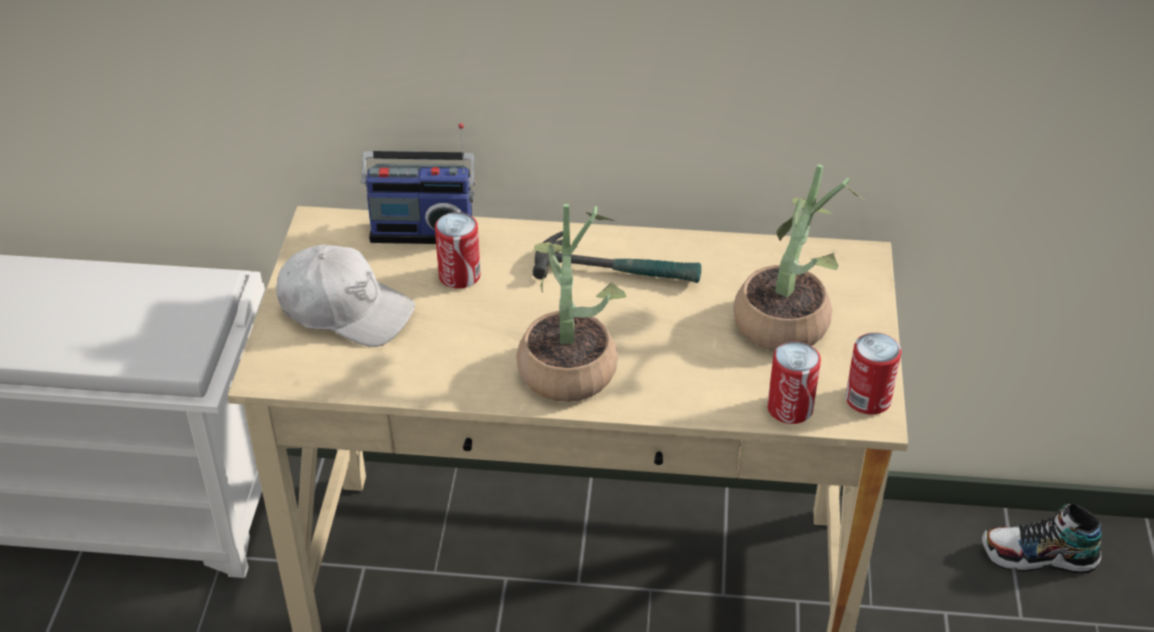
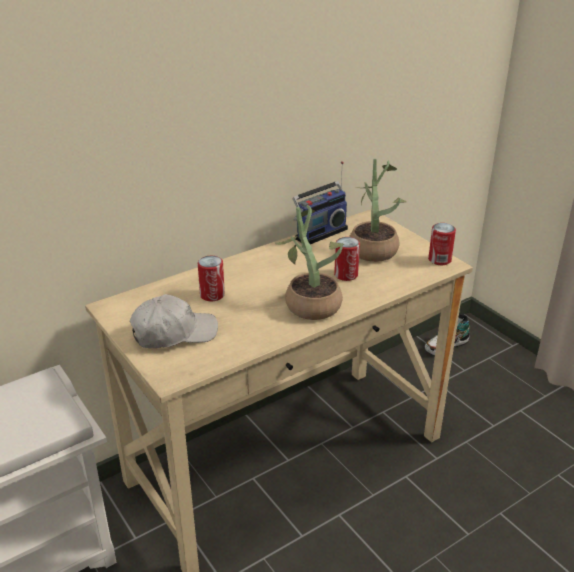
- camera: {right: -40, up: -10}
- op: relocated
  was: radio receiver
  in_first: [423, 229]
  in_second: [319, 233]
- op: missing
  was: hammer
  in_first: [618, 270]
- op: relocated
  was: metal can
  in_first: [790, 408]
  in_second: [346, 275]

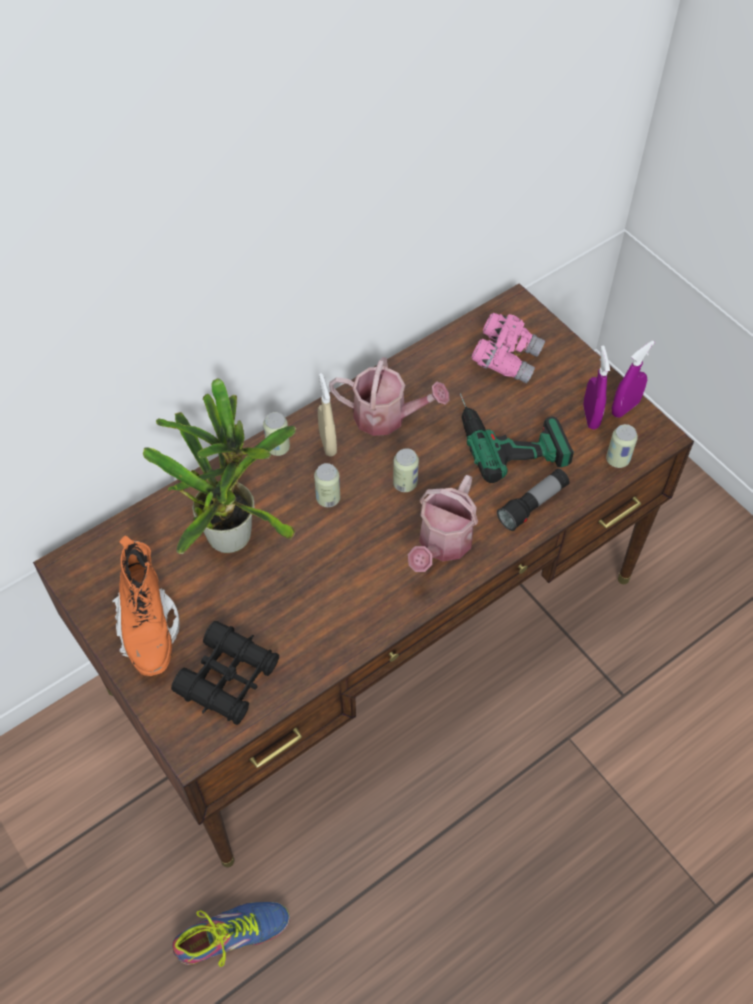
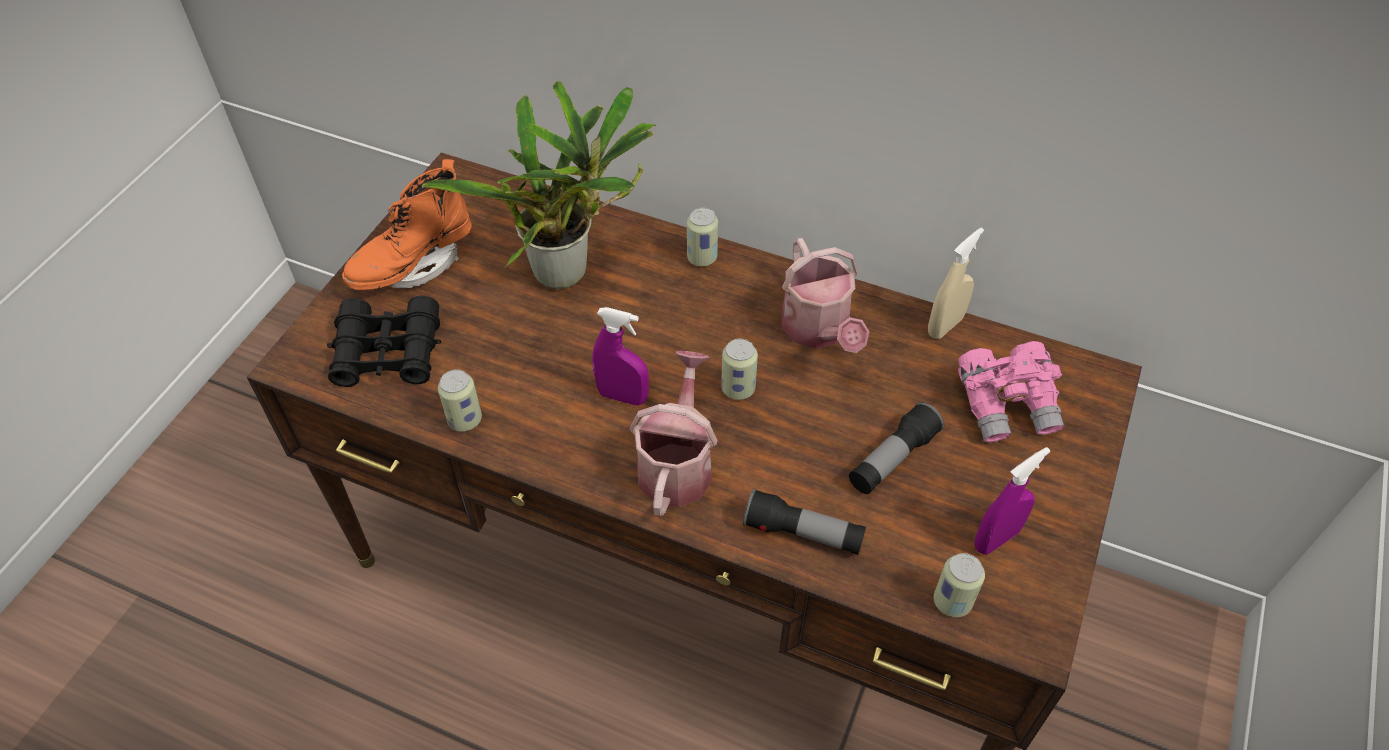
- camera: {right: 60, up: -5}
- op: relocated
  was: purple-coloured sprayer
  in_first: [625, 408]
  in_second: [622, 396]
- op: relocated
  was: beige-coloured sprayer
  in_first: [328, 443]
  in_second: [945, 326]
- op: exchanged
  was: power drill
  now: torch
  in_first: [508, 434]
  in_second: [892, 459]
- op: relocated
  was: metal can
  in_first: [328, 498]
  in_second: [465, 420]
- op: spun
  was: sprinkling can
  in_first: [442, 545]
  in_second: [677, 463]
  clockwise: 105
- op: missing
  was: item of footwear
  in_first: [232, 934]

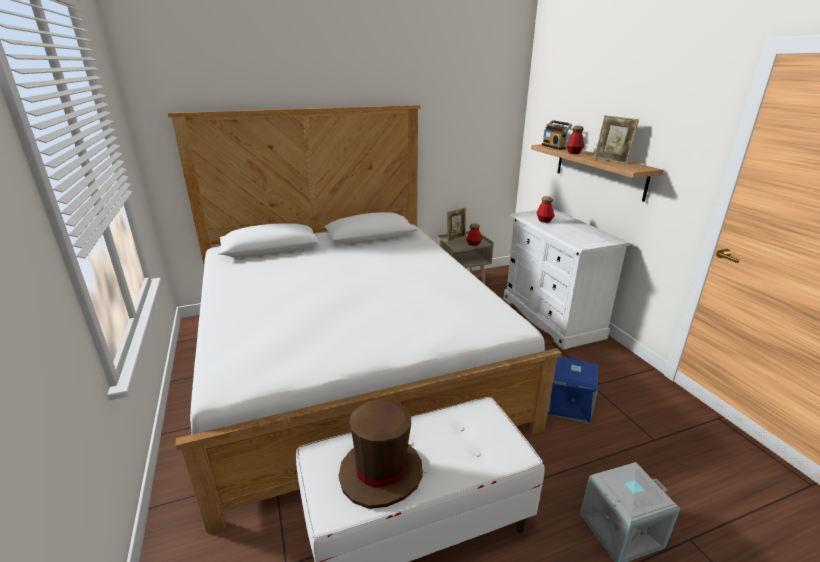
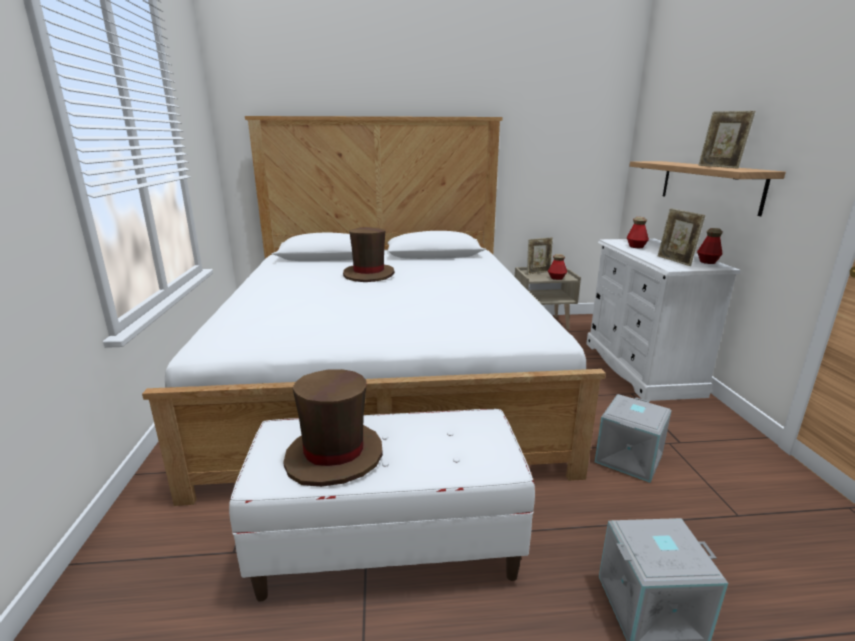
- camera: {right: 15, up: -5}
- op: missing
  was: radio receiver
  in_first: [554, 147]
- op: relocated
  was: beverage bottle
  in_first: [573, 153]
  in_second: [707, 262]
- op: colour
  was: blue-coloured storage box
  now: gray storage box
  in_first: [569, 405]
  in_second: [629, 459]
- op: appeared
  now: picture frame
  in_second: [675, 261]
- op: appeared
  now: brown-coloured hat
  in_second: [369, 274]

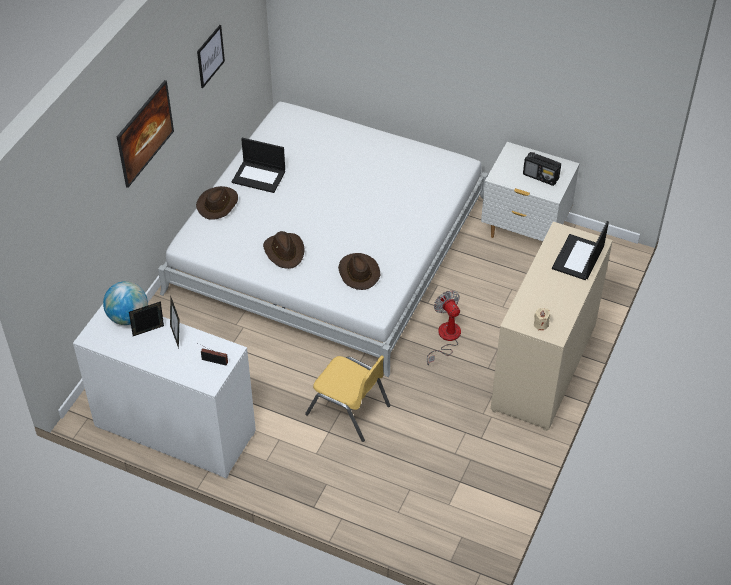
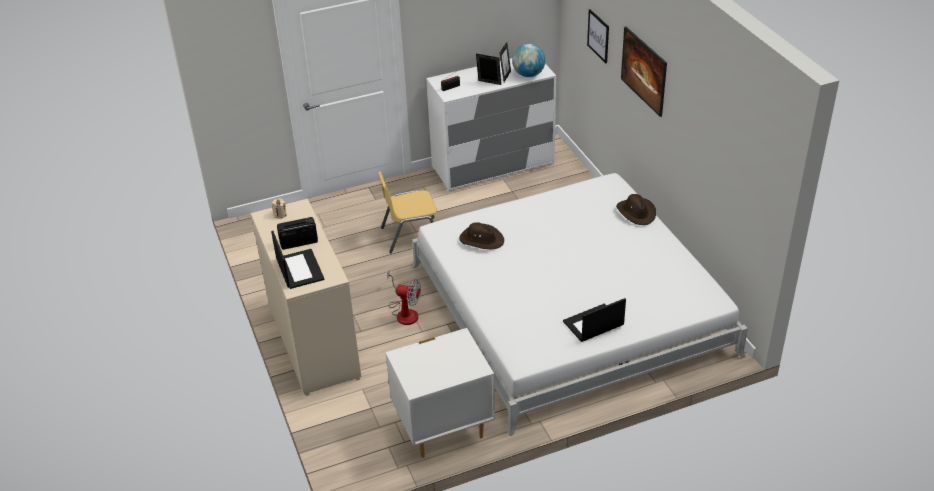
- camera: {right: 135, up: -10}
- op: relocated
  was: wall picture
  in_first: [210, 56]
  in_second: [598, 36]
- op: relocated
  was: portable computer
  in_first: [259, 176]
  in_second: [593, 324]
- op: relocated
  was: radio receiver
  in_first: [541, 177]
  in_second: [298, 242]
- op: missing
  was: brown-coloured hat
  in_first: [284, 251]

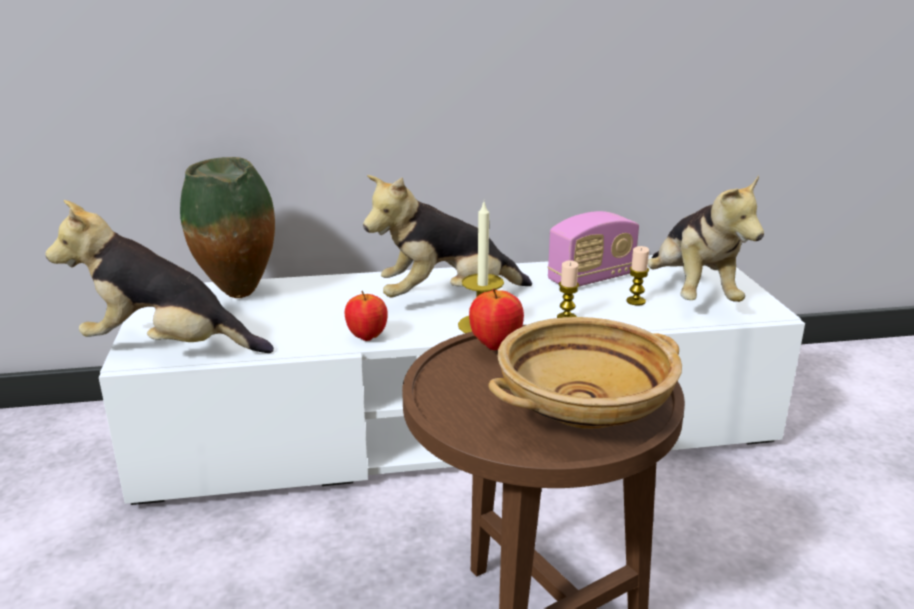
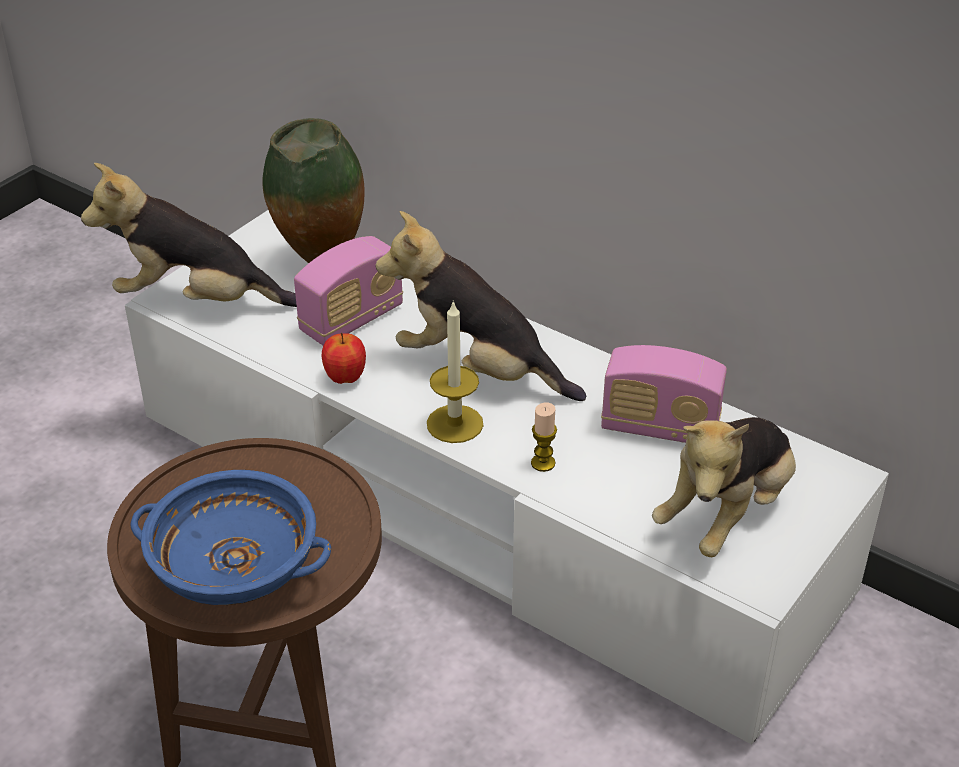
- camera: {right: 45, up: 15}
- op: spun
  was: plush toy
  in_first: [167, 348]
  in_second: [197, 300]
  clockwise: -45
- op: missing
  was: wax candle
  in_first: [635, 301]
- op: missing
  was: whole apple
  in_first: [495, 345]
- op: colour
  was: beige-coloured deep dish
  now: blue-coloured deep dish
  in_first: [584, 407]
  in_second: [233, 567]
- op: appeared
  now: radio receiver
  in_second: [352, 320]

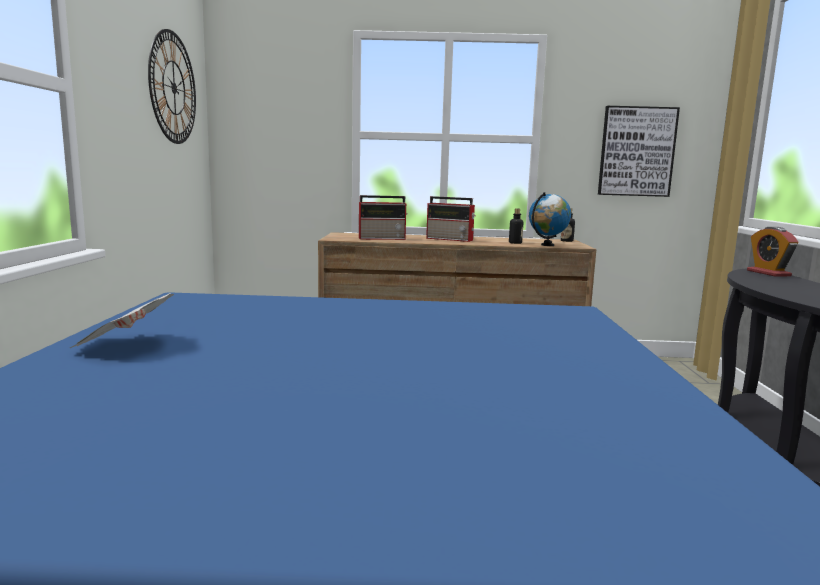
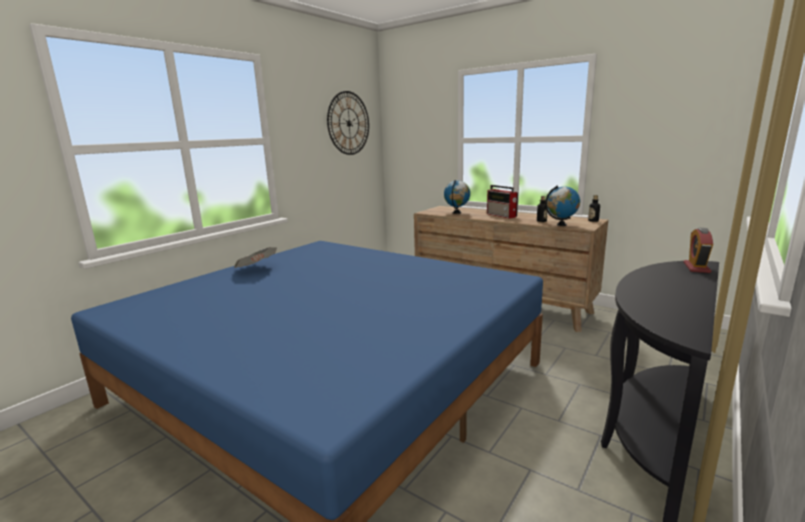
- camera: {right: 35, up: 5}
- op: missing
  was: wall picture
  in_first: [636, 152]
- op: exchanged
  was: radio receiver
  now: globe
  in_first: [383, 238]
  in_second: [457, 213]

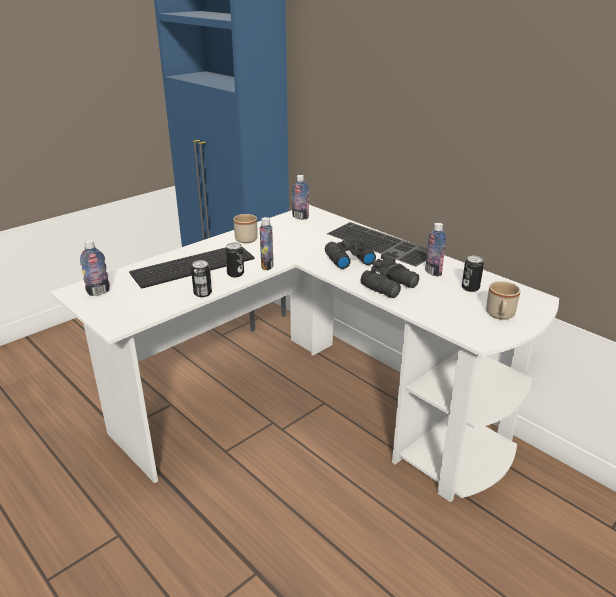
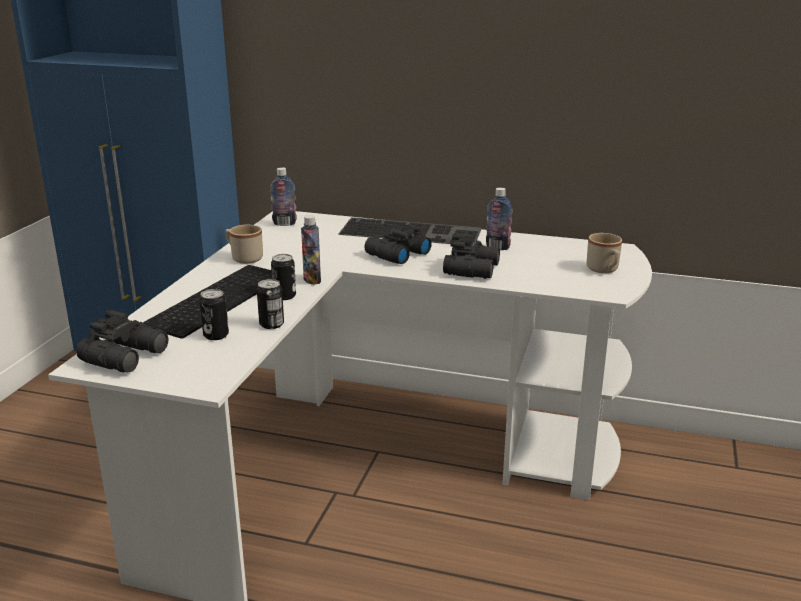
- camera: {right: -30, up: -5}
- op: exchanged
  was: beverage bottle
  now: black-coloured binoculars
  in_first: [98, 292]
  in_second: [127, 356]
- op: relocated
  was: metal can
  in_first: [470, 288]
  in_second: [216, 335]

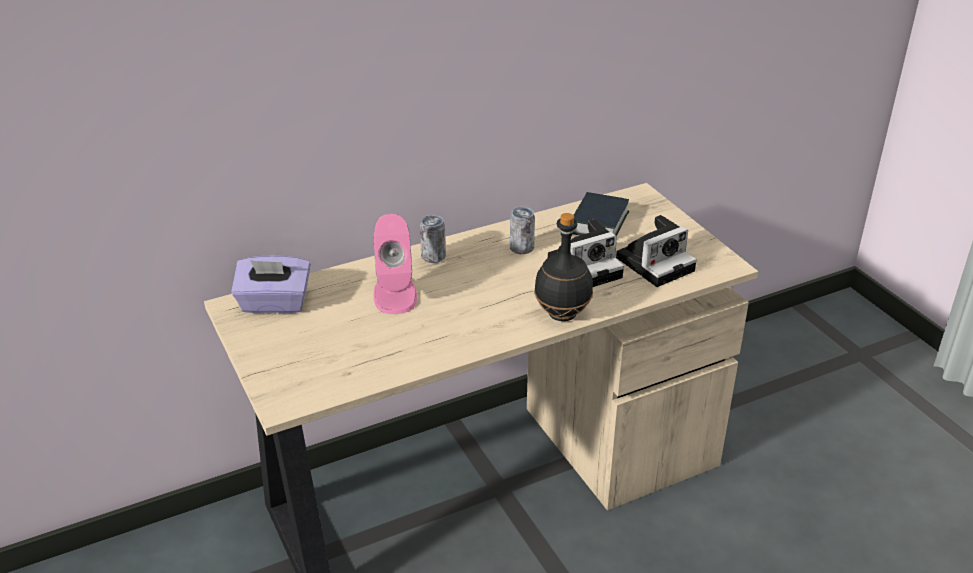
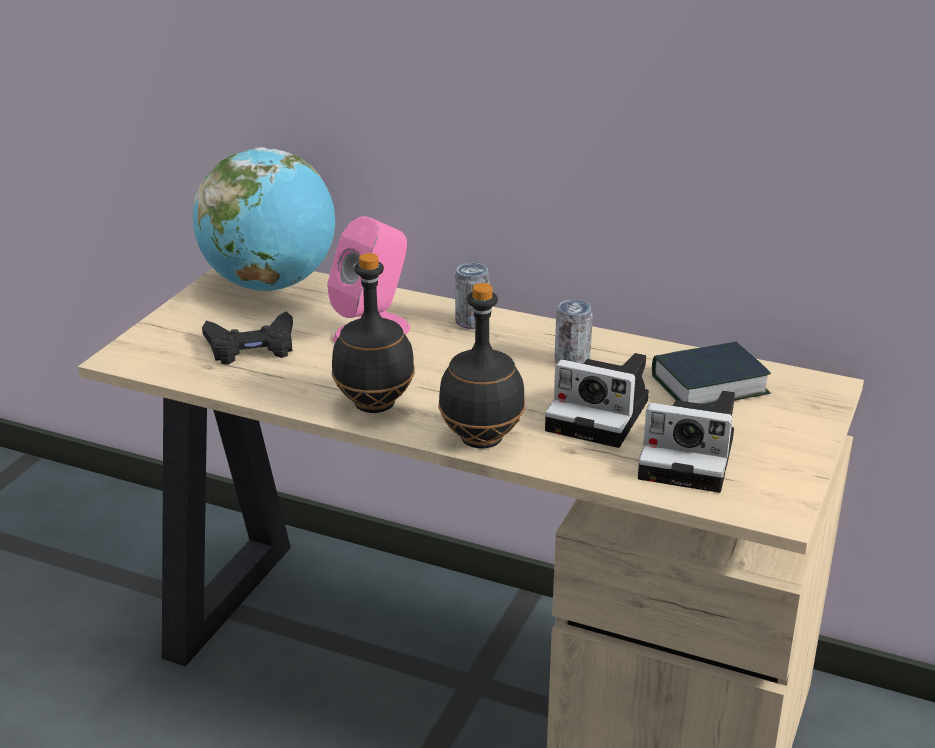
- camera: {right: 50, up: -5}
- op: exchanged
  was: purple-coloured tissue holder
  now: globe
  in_first: [274, 304]
  in_second: [270, 284]
- op: appeared
  now: black-coloured beverage bottle
  in_second: [373, 405]
- op: appeared
  now: black-coloured joypad
  in_second: [251, 346]

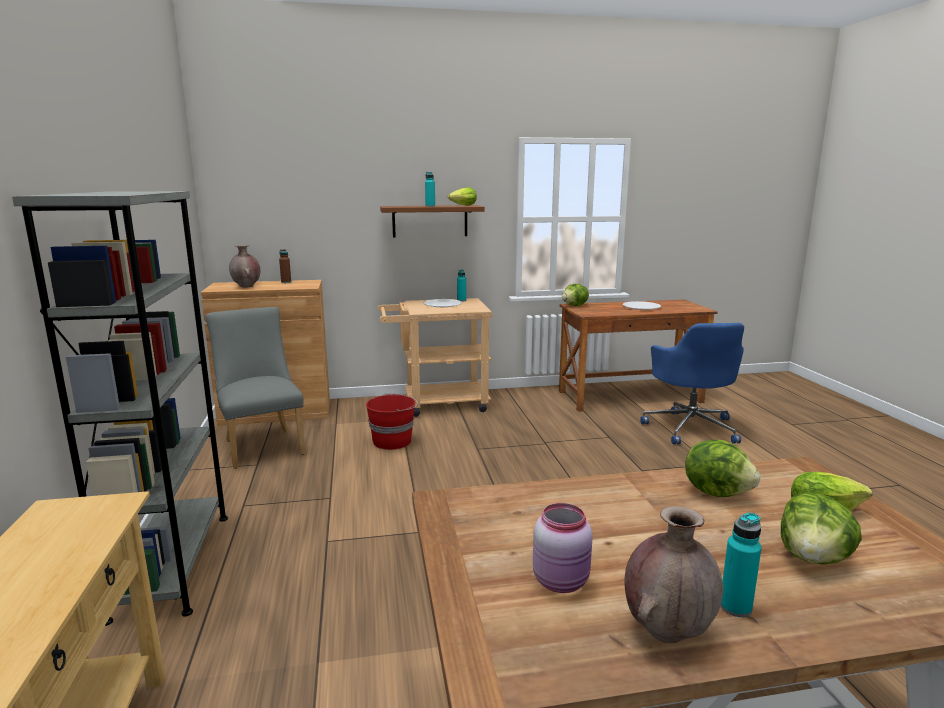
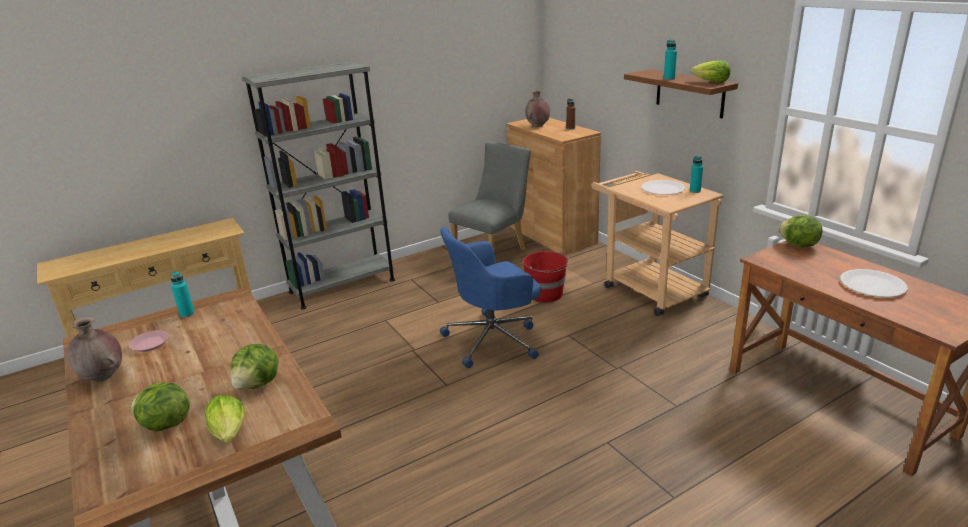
- camera: {right: 70, up: 10}
- op: relocated
  was: blue-coloured desk chair
  in_first: [690, 427]
  in_second: [494, 339]
- op: exchanged
  was: pink-coloured storage jar
  now: pink-coloured plate
  in_first: [562, 581]
  in_second: [150, 344]
- op: relocated
  was: turquoise beverage bottle
  in_first: [735, 607]
  in_second: [187, 314]

